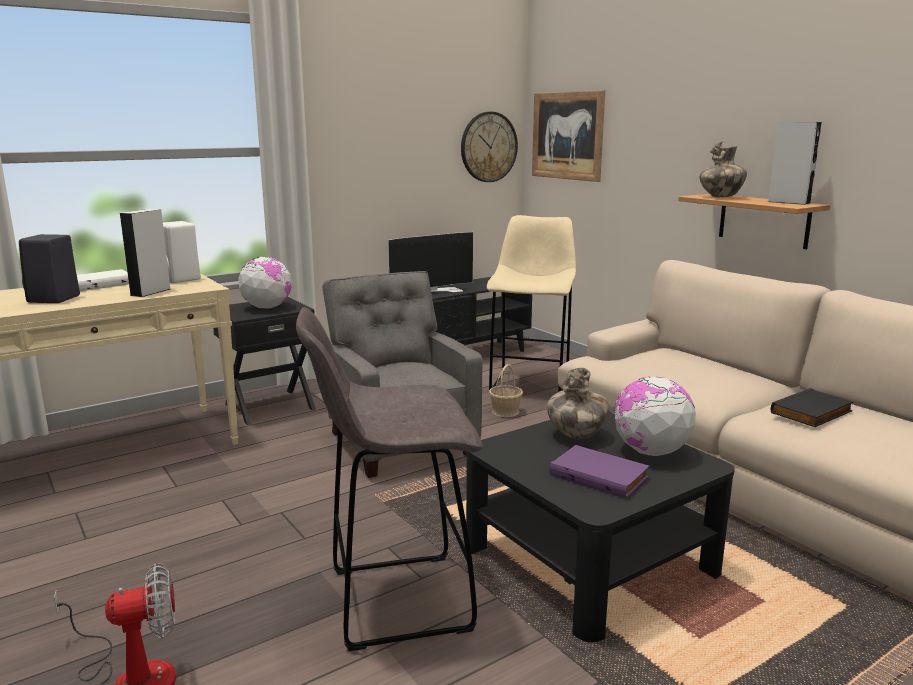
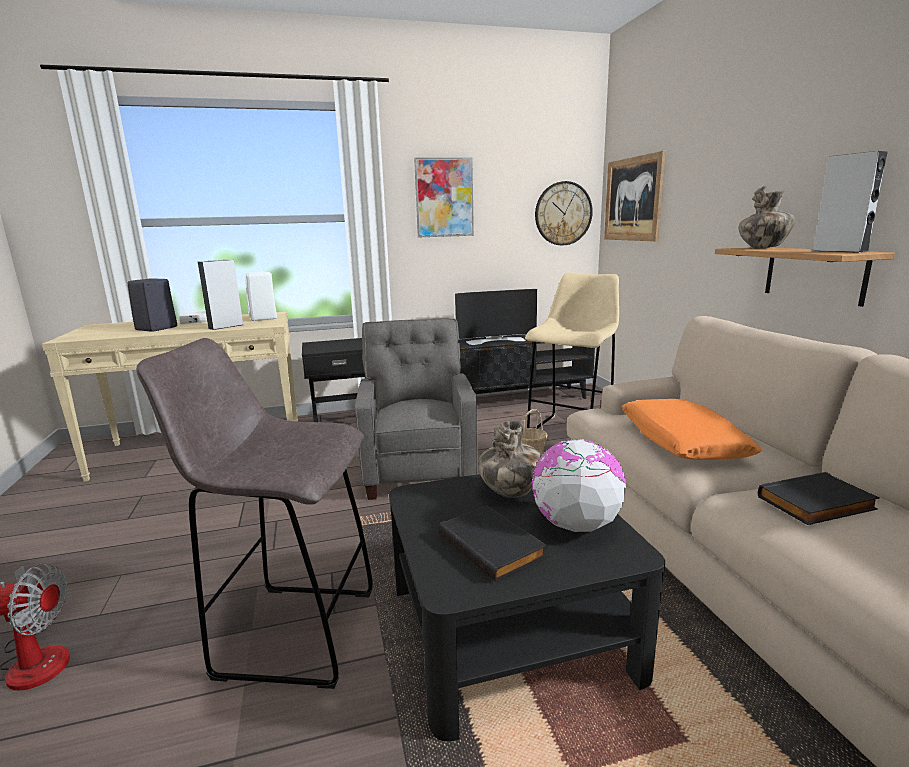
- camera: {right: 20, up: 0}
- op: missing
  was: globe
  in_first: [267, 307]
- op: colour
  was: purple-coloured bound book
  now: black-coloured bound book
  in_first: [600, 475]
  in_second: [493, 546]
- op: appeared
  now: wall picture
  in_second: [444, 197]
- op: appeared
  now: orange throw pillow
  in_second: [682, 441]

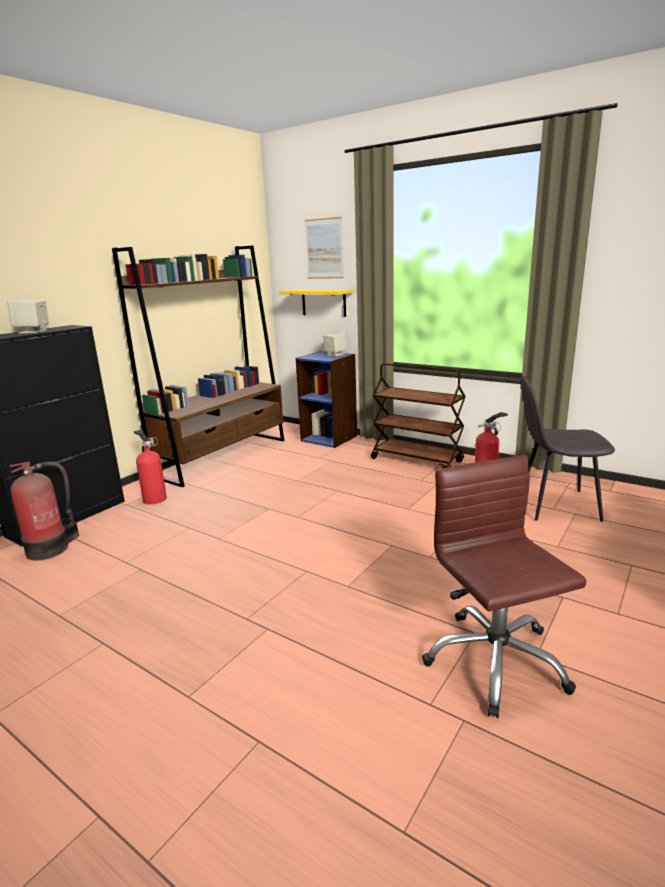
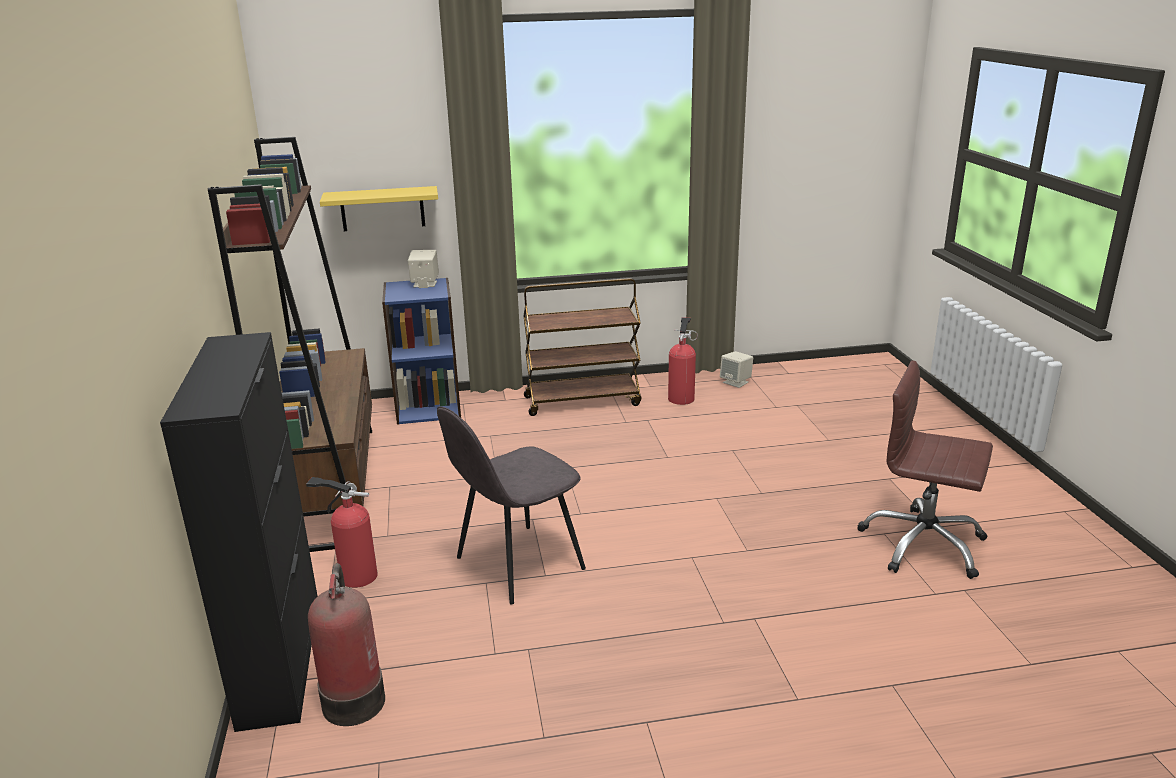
- camera: {right: -45, up: 5}
- op: missing
  was: wall picture
  in_first: [324, 248]
- op: relocated
  was: beige-coloured audio speaker
  in_first: [33, 331]
  in_second: [736, 382]
- op: relocated
  was: gray chair
  in_first: [555, 505]
  in_second: [517, 564]

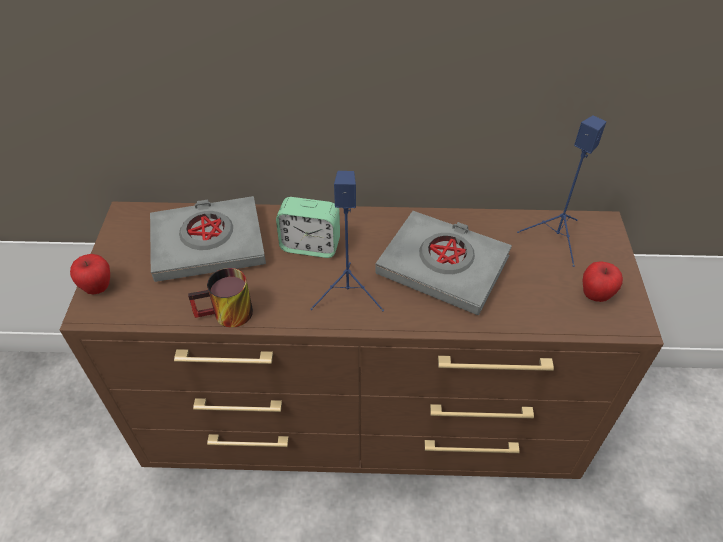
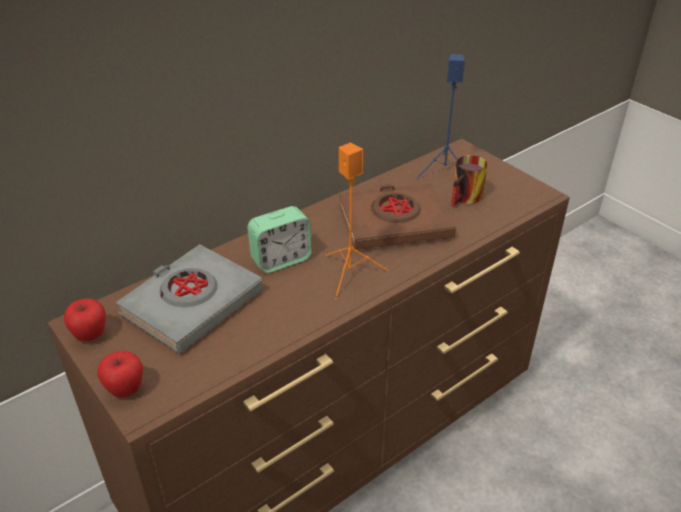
- camera: {right: -40, up: -10}
- op: colour
  was: blue-coloured audio speaker
  now: orange audio speaker
  in_first: [349, 294]
  in_second: [351, 274]
- op: colour
  was: gray bound book
  now: brown-coloured bound book
  in_first: [443, 266]
  in_second: [394, 223]
- op: relocated
  was: whole apple
  in_first: [595, 295]
  in_second: [90, 335]
- op: relocated
  was: coffee mug
  in_first: [227, 316]
  in_second: [467, 198]

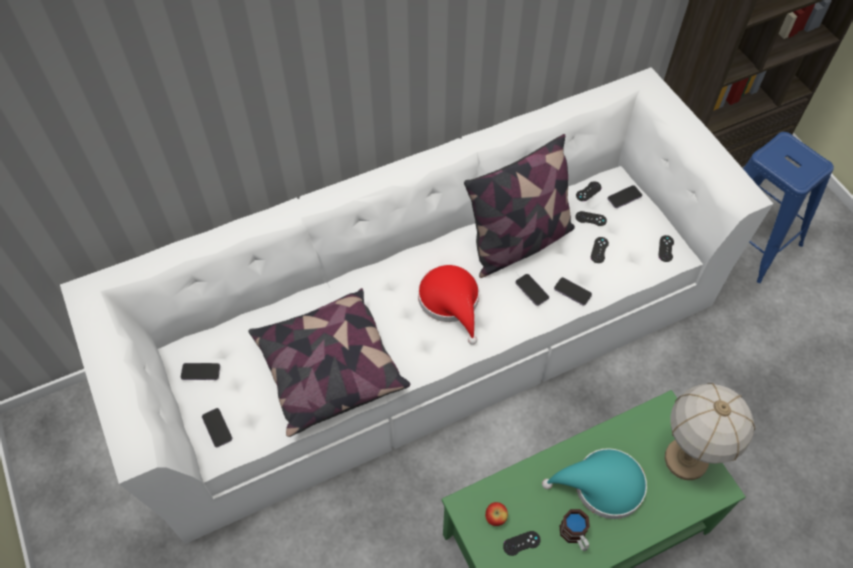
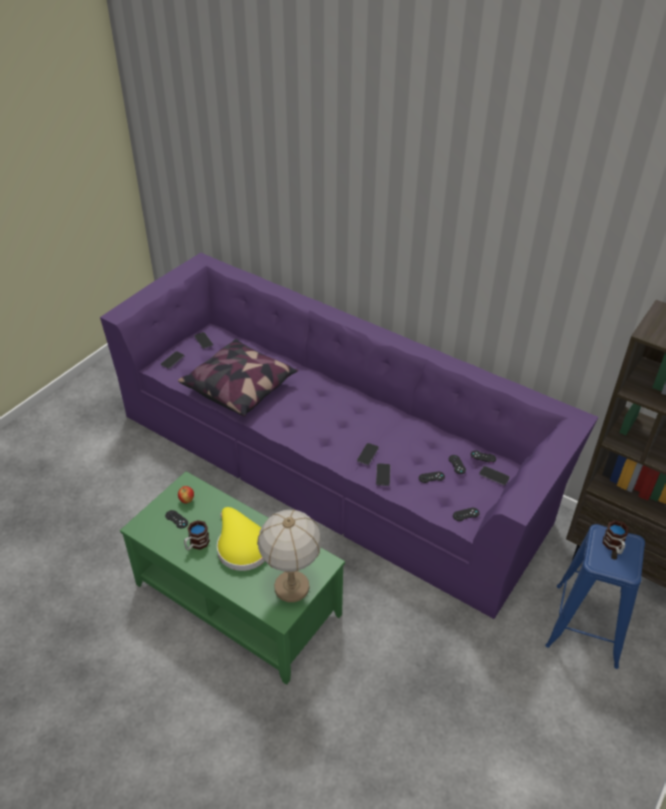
- camera: {right: 60, up: -15}
- op: colour
  was: white-coloured couch
  now: purple-coloured couch
  in_first: [426, 337]
  in_second: [332, 460]
- op: missing
  was: throw pillow
  in_first: [519, 242]
- op: missing
  was: reddish hat
  in_first: [451, 302]
- op: colour
  was: turquoise hat
  now: yellow-coloured hat
  in_first: [602, 486]
  in_second: [241, 546]
- op: appeared
  now: coffee mug
  in_second: [614, 546]

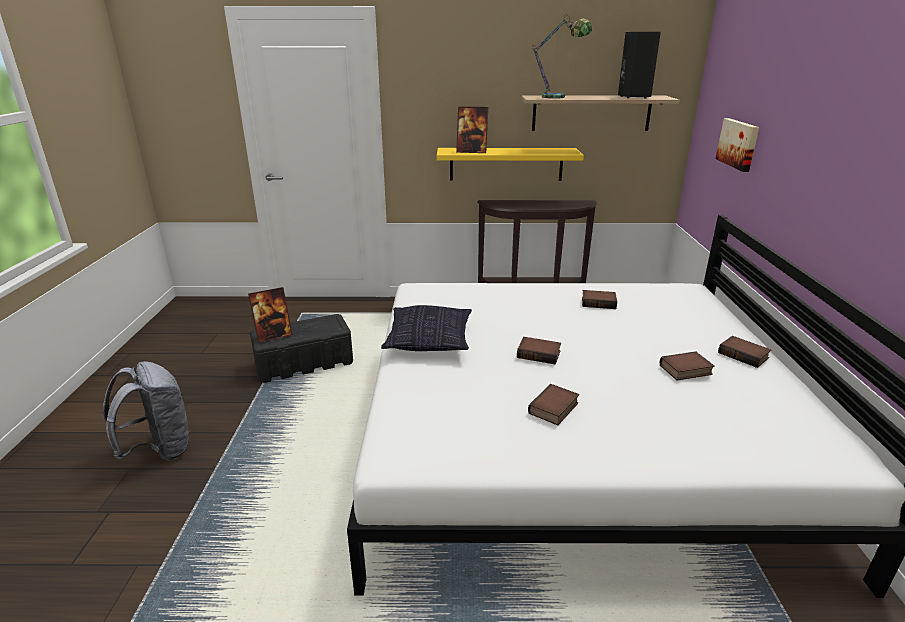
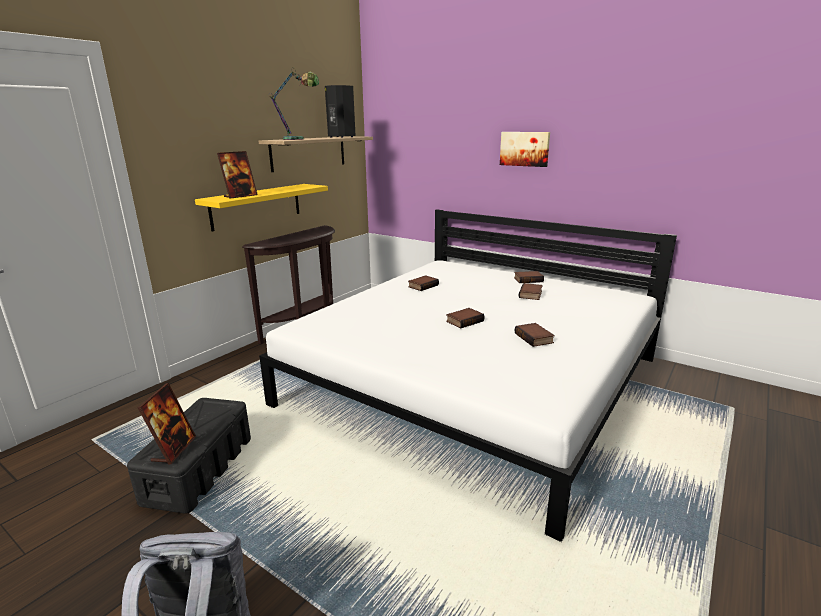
- camera: {right: -55, up: -5}
- op: relocated
  was: wall picture
  in_first: [739, 144]
  in_second: [524, 149]
- op: missing
  was: throw pillow
  in_first: [429, 341]

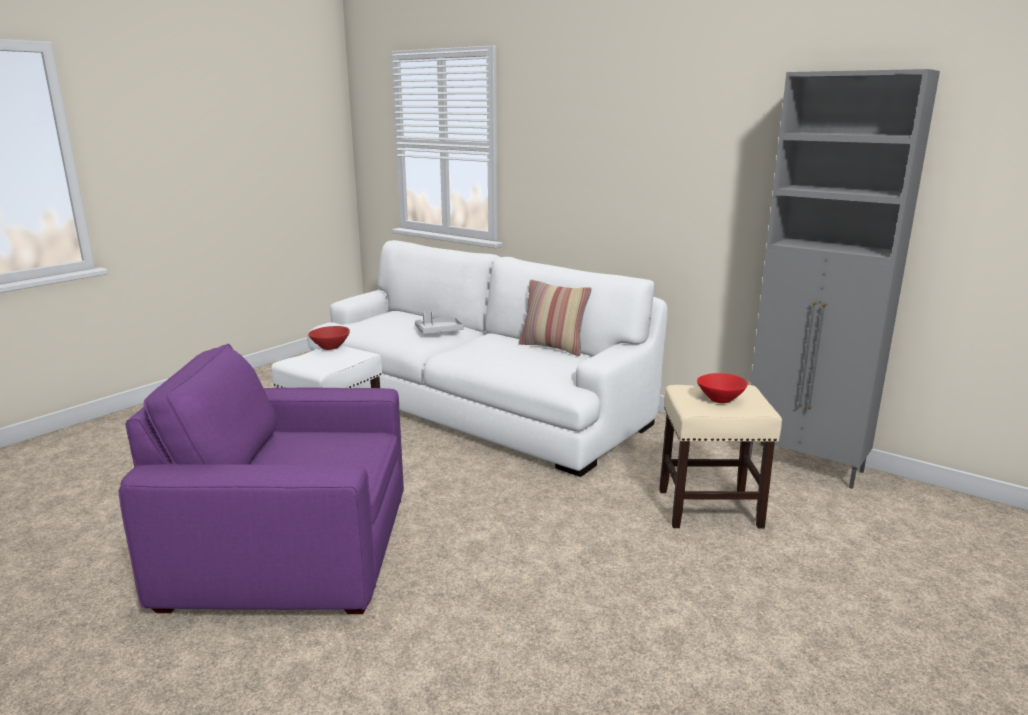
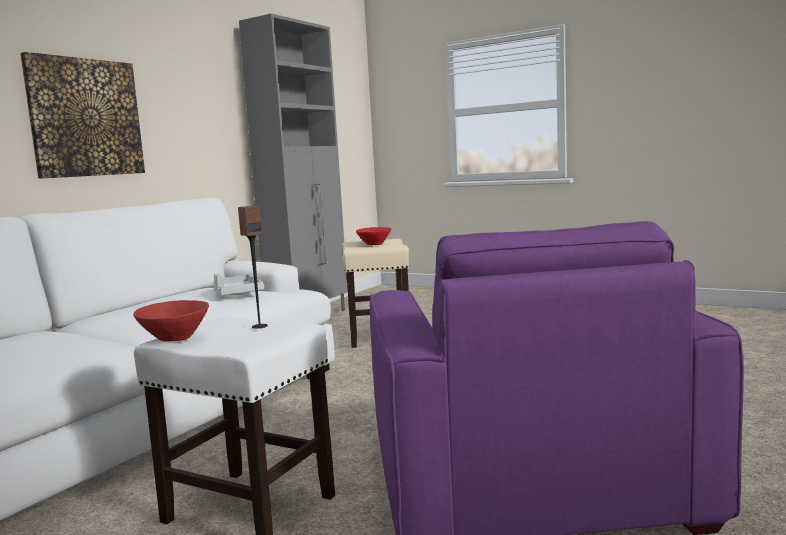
- camera: {right: -95, up: -10}
- op: missing
  was: throw pillow
  in_first: [553, 347]
- op: relocated
  was: gray tray
  in_first: [438, 331]
  in_second: [236, 293]
- op: appeared
  now: wall picture
  in_second: [85, 118]
- op: appeared
  now: audio speaker
  in_second: [259, 326]

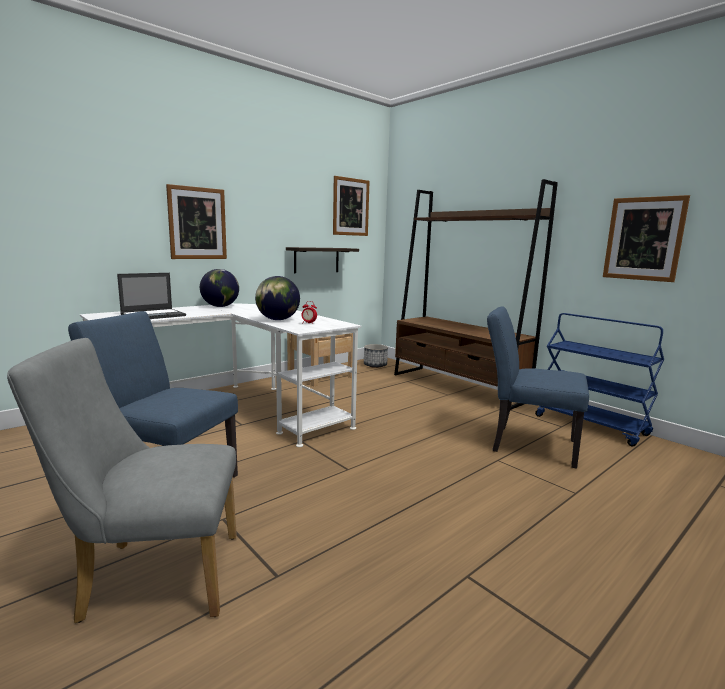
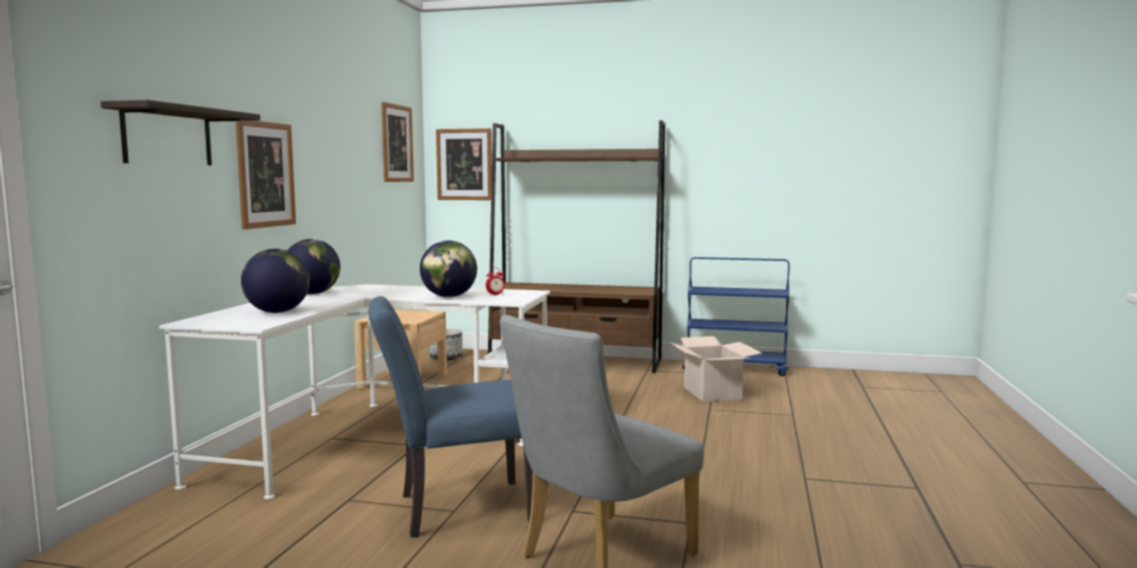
- camera: {right: -35, up: -5}
- op: relocated
  was: wall picture
  in_first: [643, 239]
  in_second: [464, 164]
- op: relocated
  was: wall shelf
  in_first: [316, 260]
  in_second: [168, 136]
- op: exchanged
  was: portable computer
  now: globe
  in_first: [154, 315]
  in_second: [277, 312]
- op: exchanged
  was: blue-coloured chair
  now: packing box
  in_first: [526, 444]
  in_second: [711, 393]

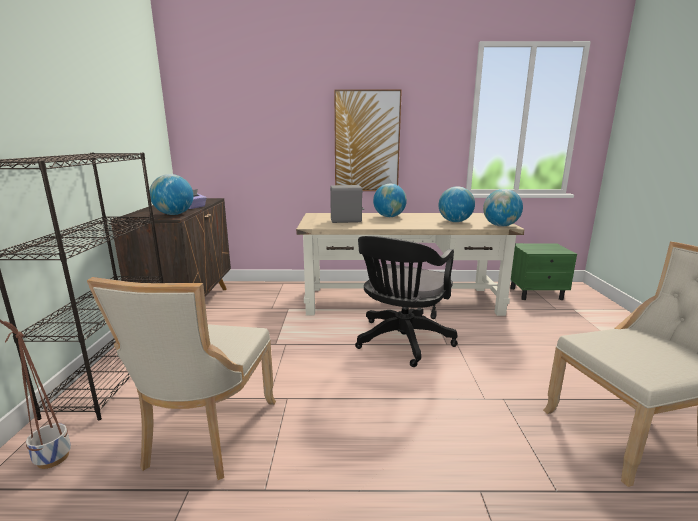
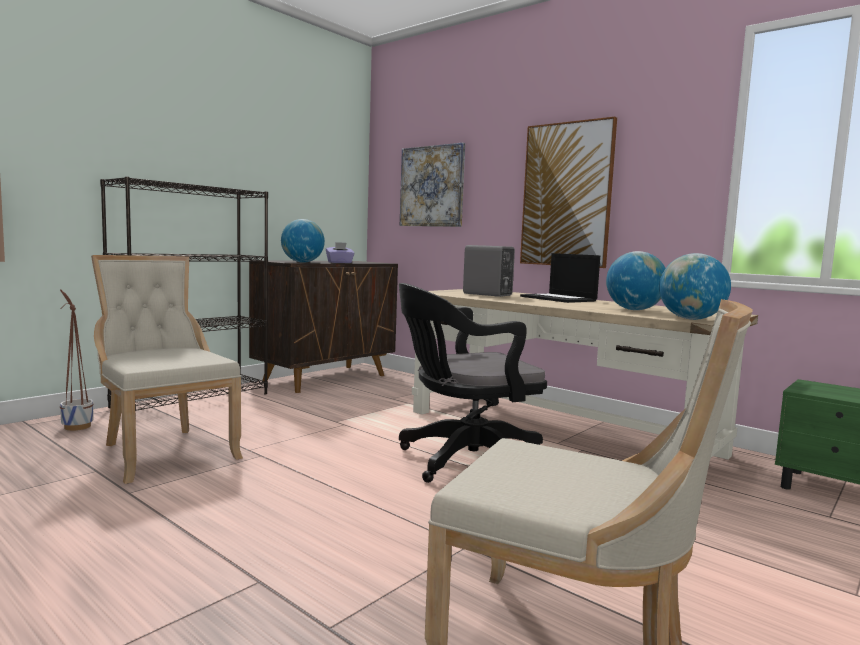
- camera: {right: 40, up: -10}
- op: exchanged
  was: globe
  now: portable computer
  in_first: [389, 217]
  in_second: [559, 299]
- op: spun
  was: beige-coloured chair
  in_first: [207, 435]
  in_second: [165, 451]
  clockwise: 90
- op: appeared
  now: wall picture
  in_second: [432, 186]

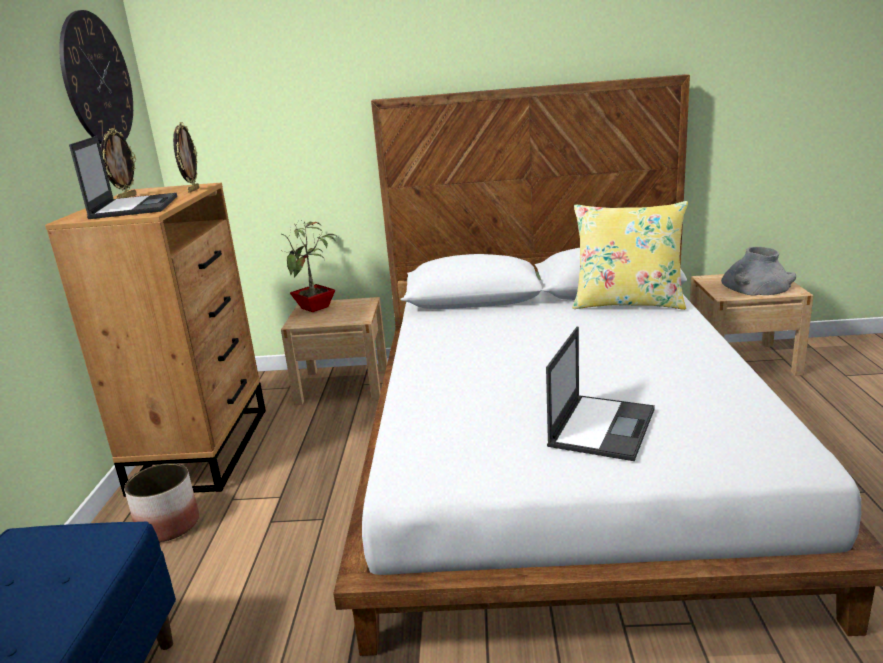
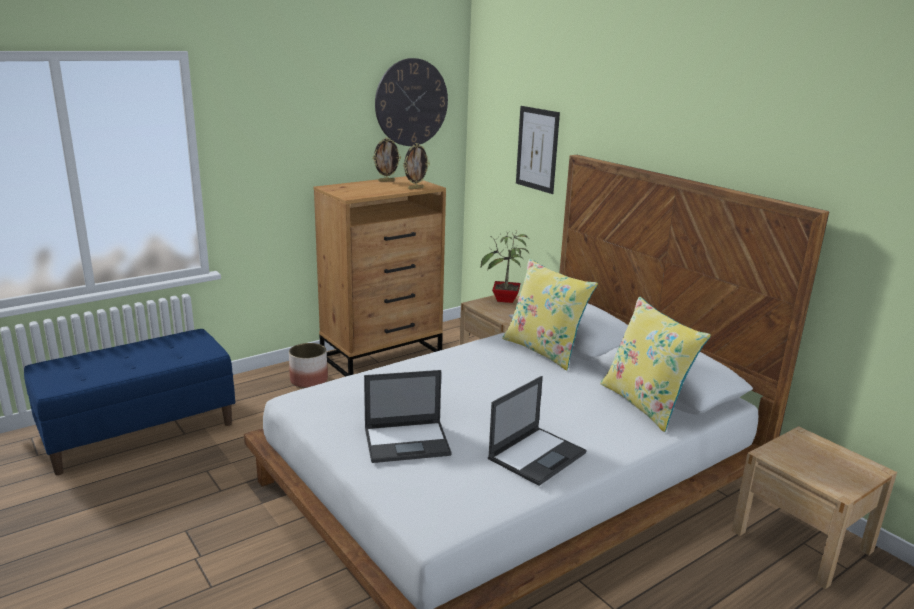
- camera: {right: 50, up: 0}
- op: relocated
  was: portable computer
  in_first: [135, 207]
  in_second: [537, 455]
- op: missing
  was: gray decorative vase
  in_first: [756, 285]
- op: appeared
  now: wall picture
  in_second: [537, 149]
- op: appeared
  now: yellow-coloured throw pillow
  in_second: [544, 350]

